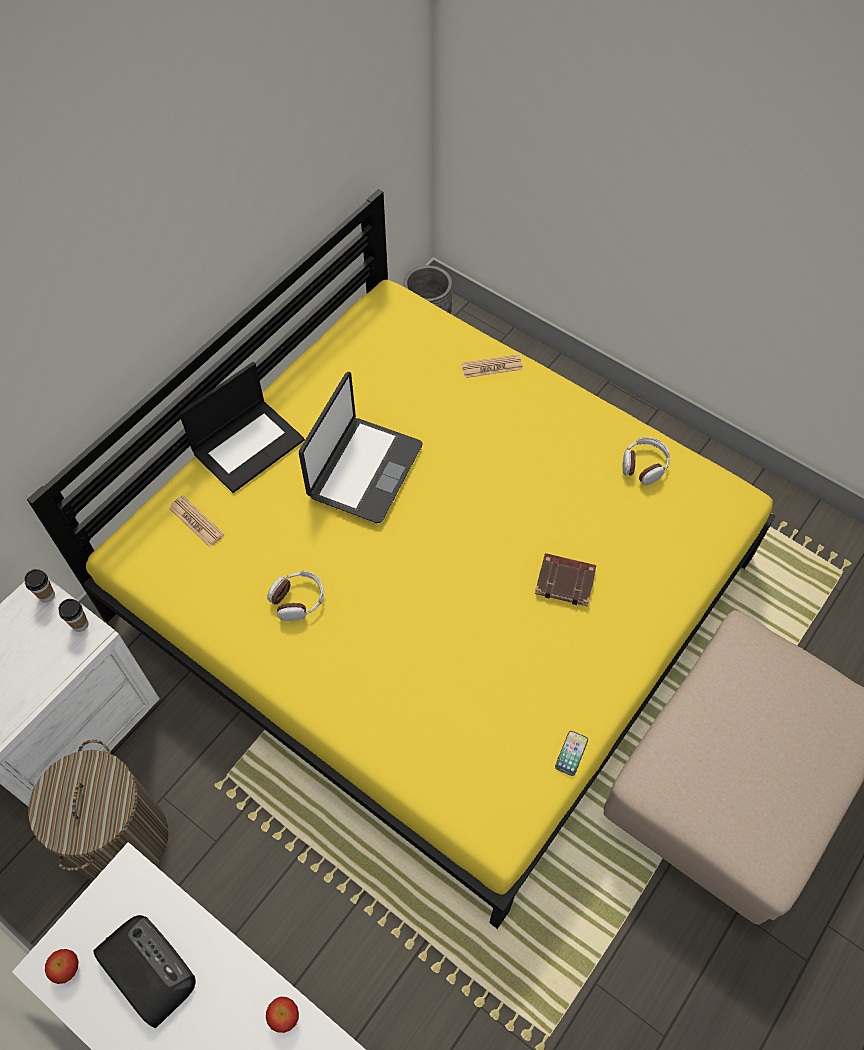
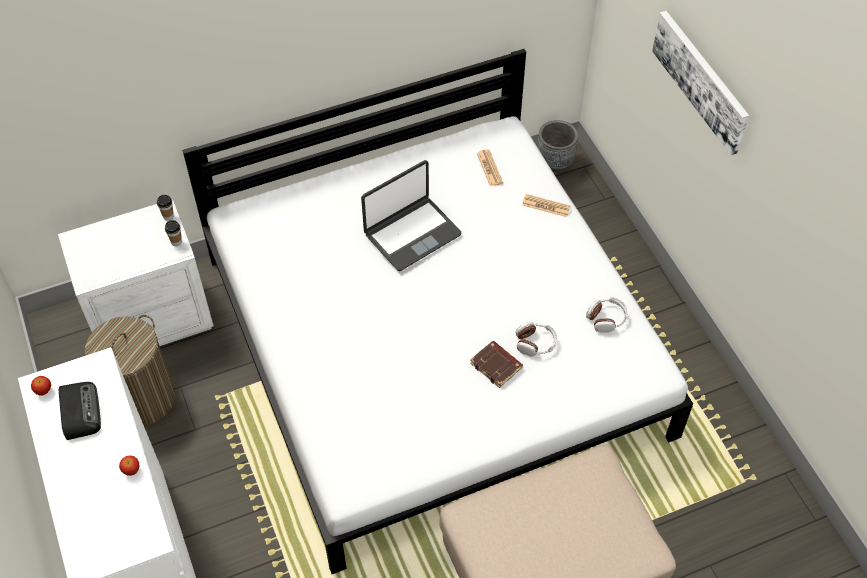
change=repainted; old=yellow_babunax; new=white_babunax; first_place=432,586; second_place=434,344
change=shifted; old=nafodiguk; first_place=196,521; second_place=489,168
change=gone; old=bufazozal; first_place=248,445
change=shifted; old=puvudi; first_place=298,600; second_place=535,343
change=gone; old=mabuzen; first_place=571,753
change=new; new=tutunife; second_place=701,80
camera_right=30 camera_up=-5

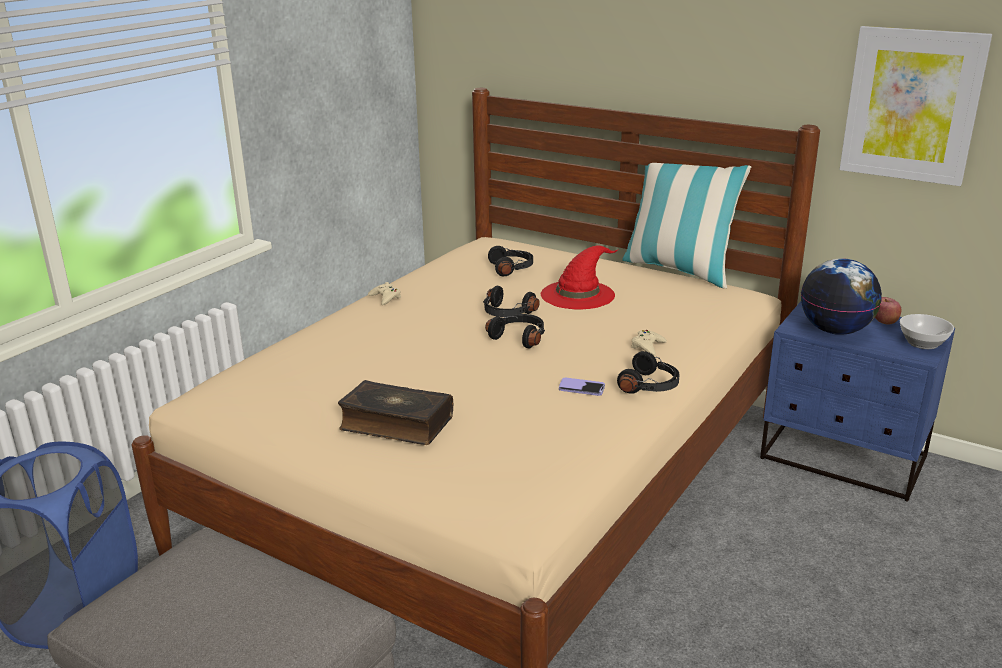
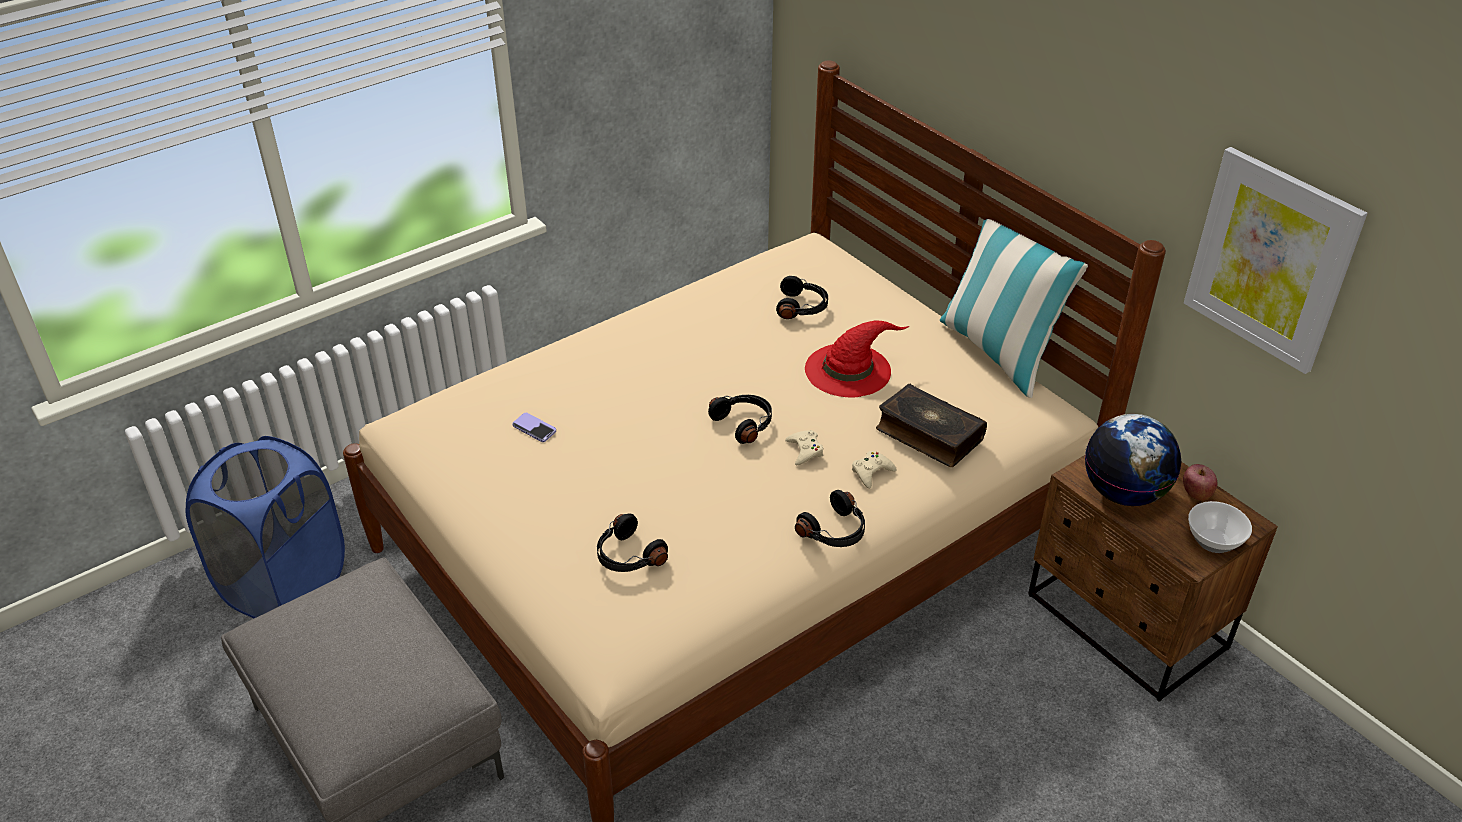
change=shifted; old=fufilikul; first_place=396,424; second_place=928,434
change=shifted; old=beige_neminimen; first_place=385,297; second_place=805,450
change=shifted; old=black_puvudi; first_place=506,313; second_place=628,556
change=shifted; old=mabuzen; first_place=581,388; second_place=534,428
change=repainted; old=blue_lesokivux; new=brown_lesokivux; first_place=843,459; second_place=1126,623
camera_right=20 camera_up=15

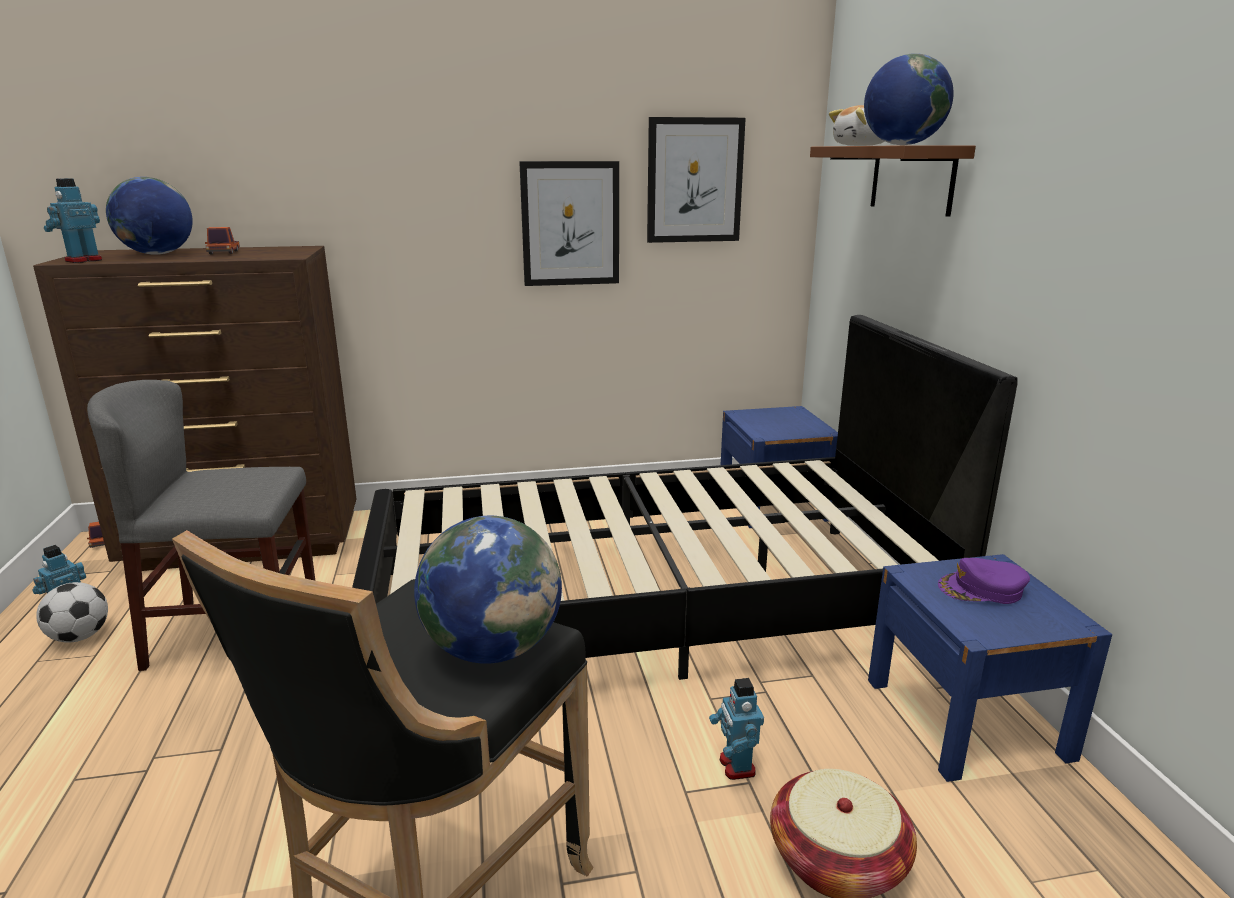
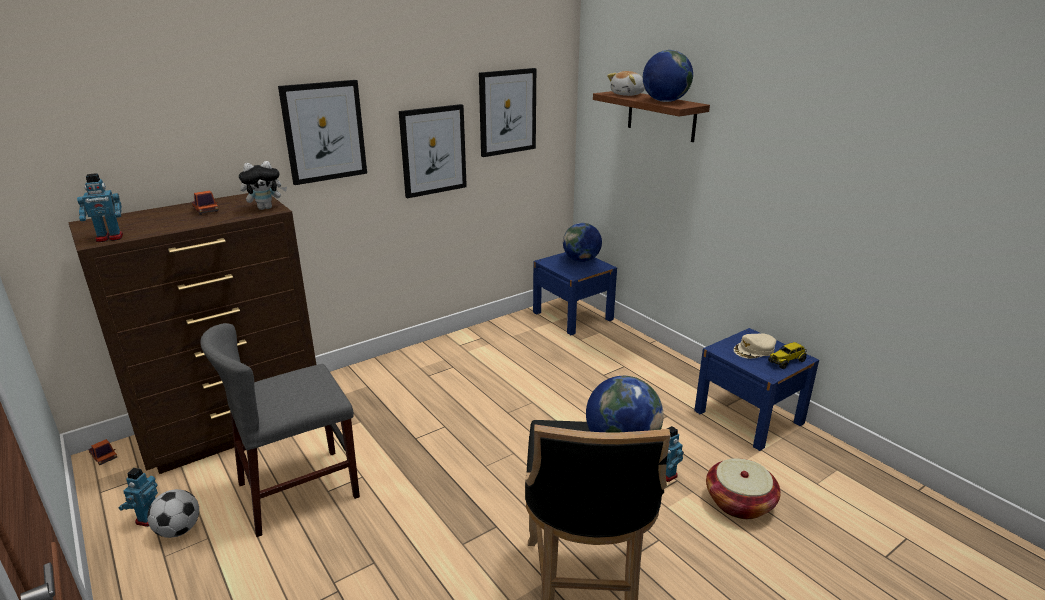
change=rotated; old=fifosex; first_place=83,260; second_place=109,238; degrees=-120
change=shifted; old=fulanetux; first_place=157,254; second_place=581,260
change=gone; old=black_babunax; first_place=650,607
change=repainted; old=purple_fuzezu; new=beige_fuzezu; first_place=982,589; second_place=754,350
change=new; new=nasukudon; second_place=266,208
change=new; new=tutunife; second_place=324,131
change=new; new=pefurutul; second_place=786,361
camera_right=-25 camera_up=5

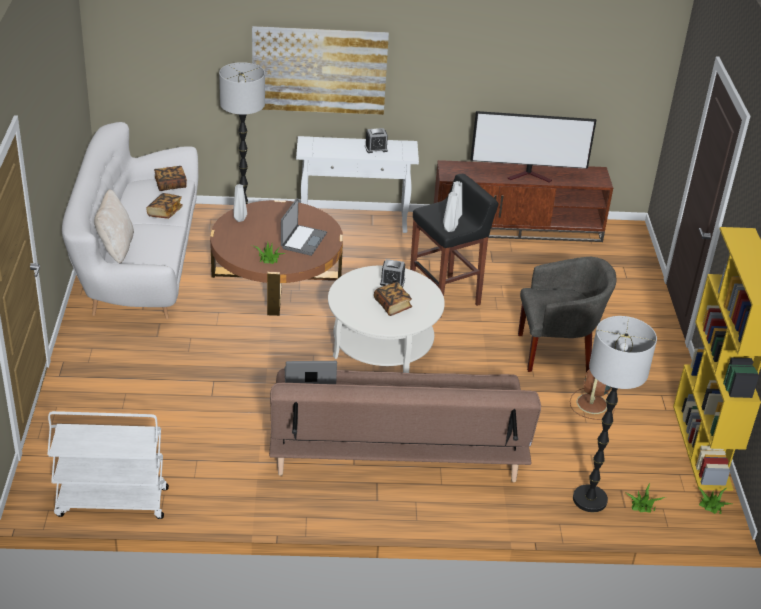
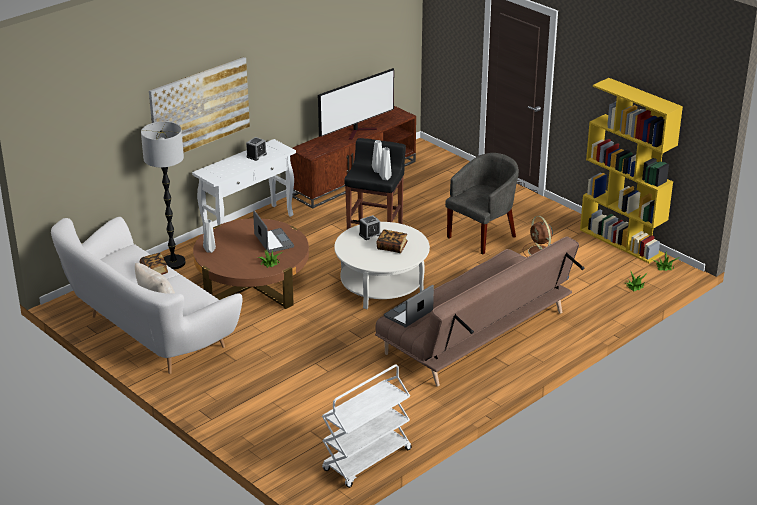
change=gone; old=fufilikul; first_place=170,185
change=gone; old=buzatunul; first_place=589,499
camera_right=-40 camera_up=-5

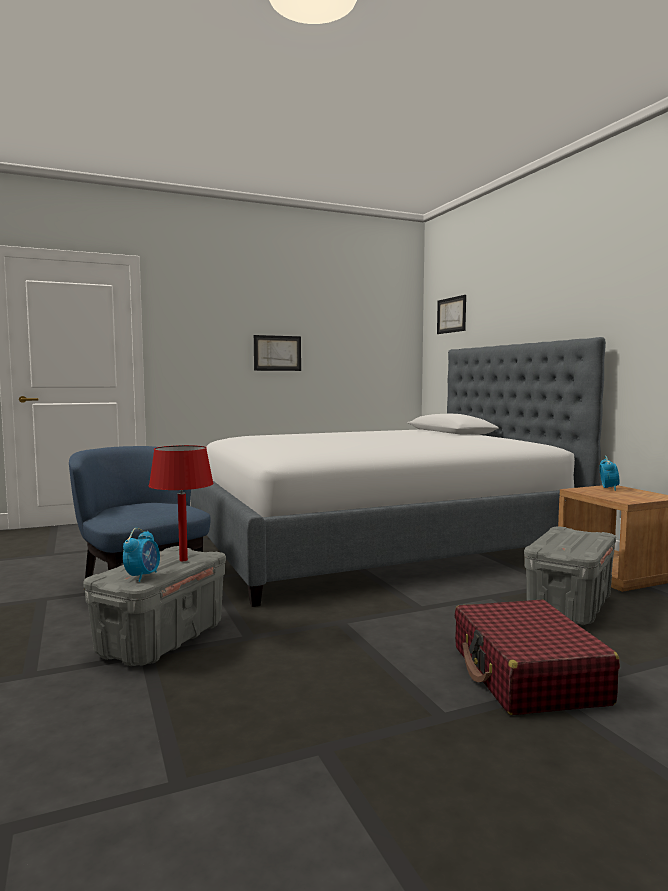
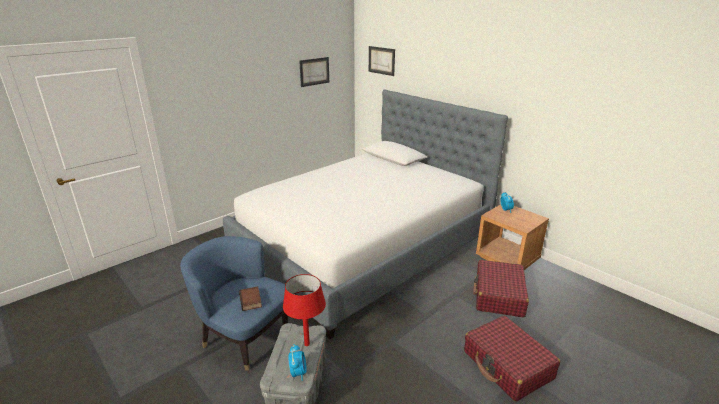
change=shifted; old=tutunife; first_place=277,353; second_place=314,71
change=swapped; old=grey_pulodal; new=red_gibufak; first_place=569,607; second_place=498,295
change=new; new=fufilikul; second_place=251,301
camera_right=-20 camera_up=20

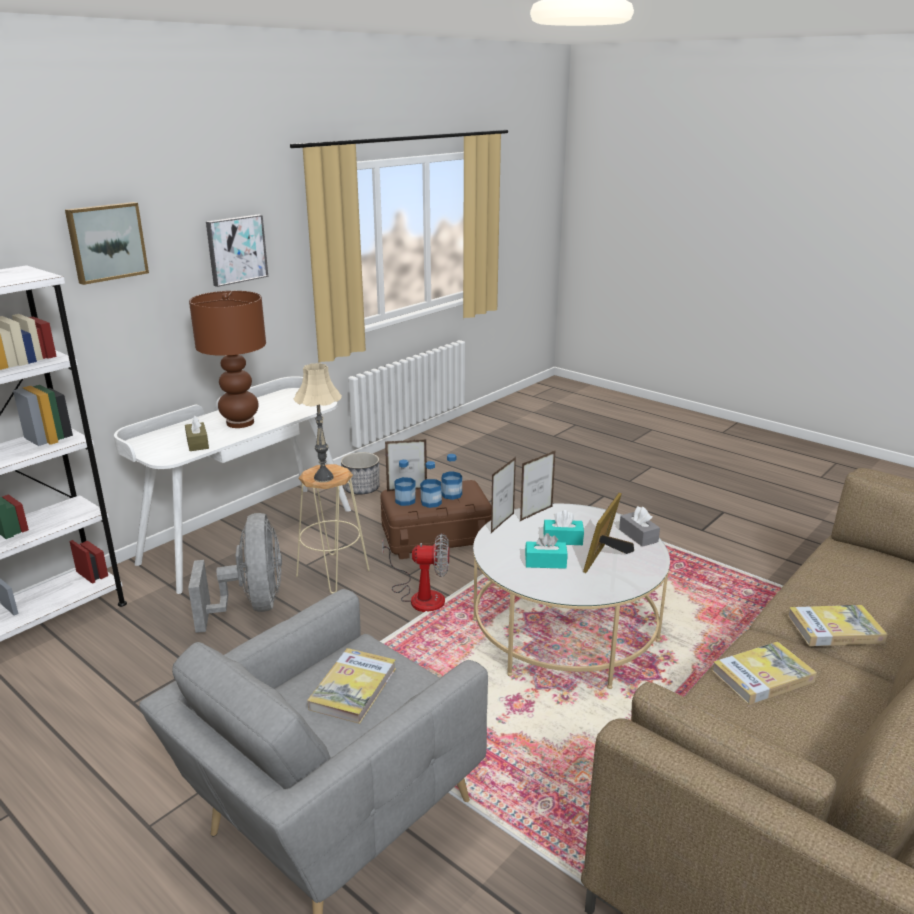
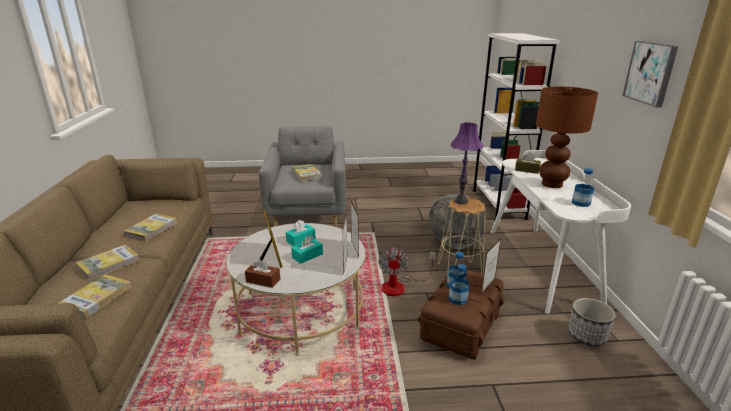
change=gone; old=tutunife; first_place=106,242
change=repainted; old=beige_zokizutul; new=purple_zokizutul; first_place=323,478; second_place=461,201
change=rotated; old=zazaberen; first_place=420,596; second_place=400,286; degrees=-45
change=shifted; old=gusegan; first_place=405,500; second_place=581,203
change=repainted; old=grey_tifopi; new=brown_tifopi; first_place=638,535; second_place=263,280
change=new; new=fufilikul; second_place=96,298
camera_right=135 camera_up=0

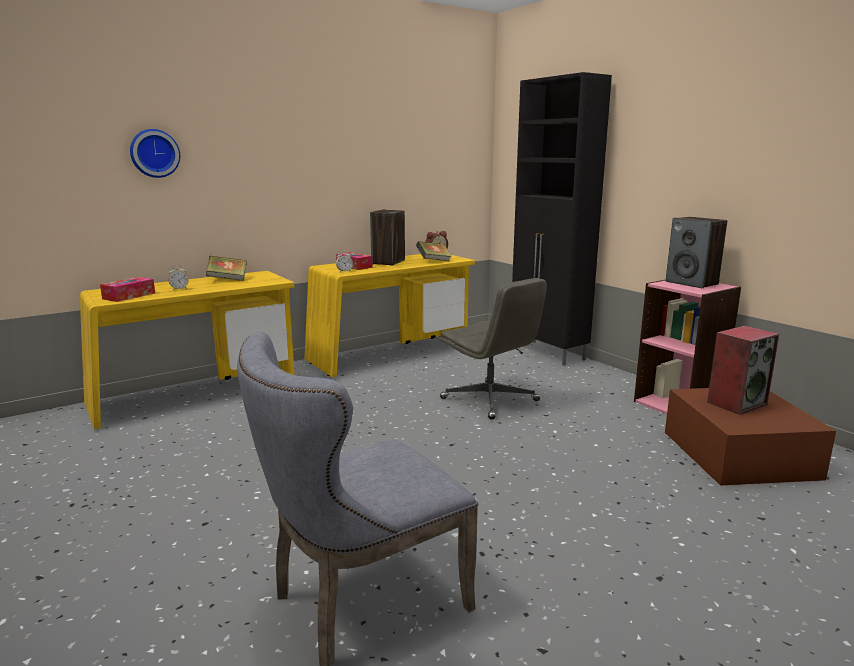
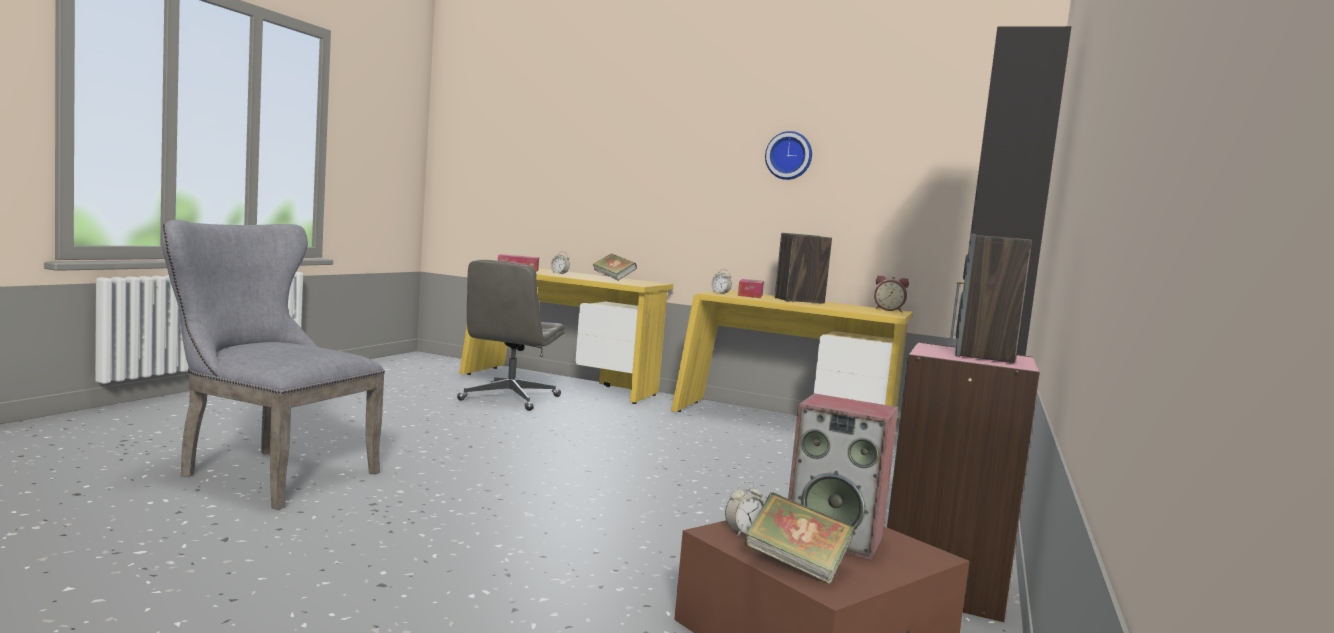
change=shifted; old=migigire; first_place=154,153; second_place=789,156
change=shifted; old=fufilikul; first_place=434,261; second_place=796,565
change=shifted; old=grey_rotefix; first_place=490,400; second_place=510,398
change=new; new=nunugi; second_place=744,532
camera_right=55 camera_up=-10

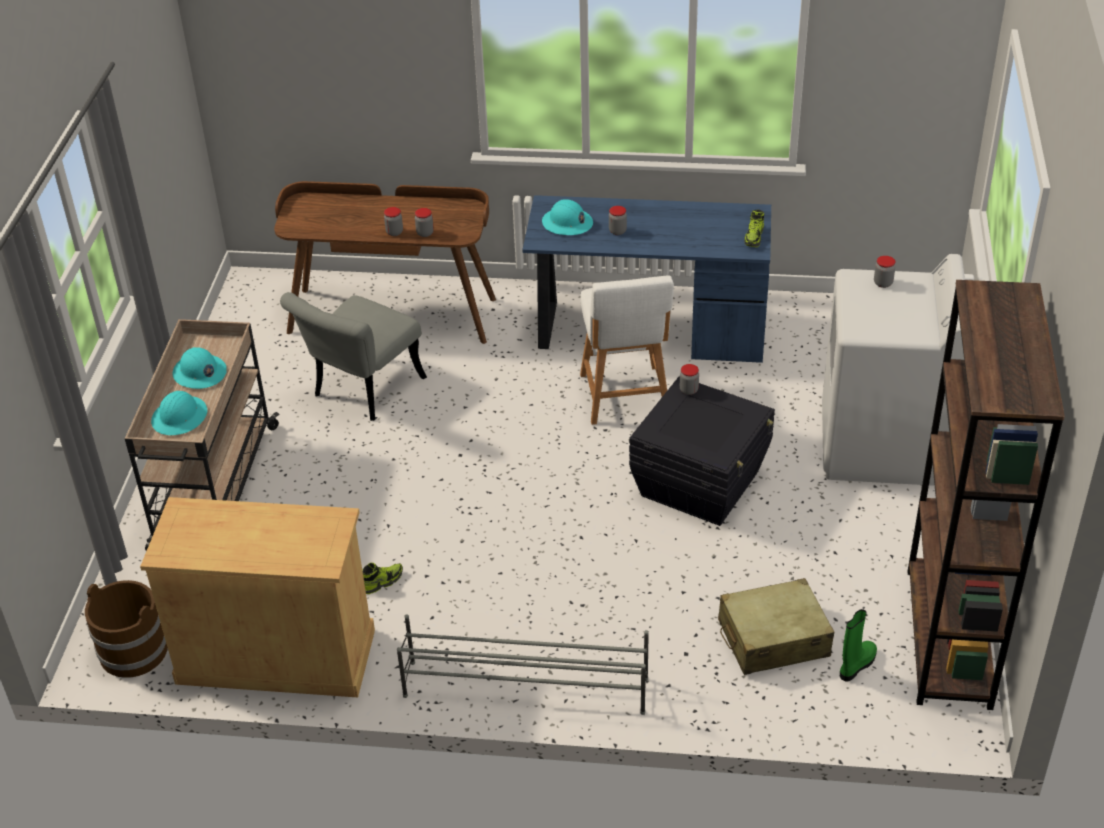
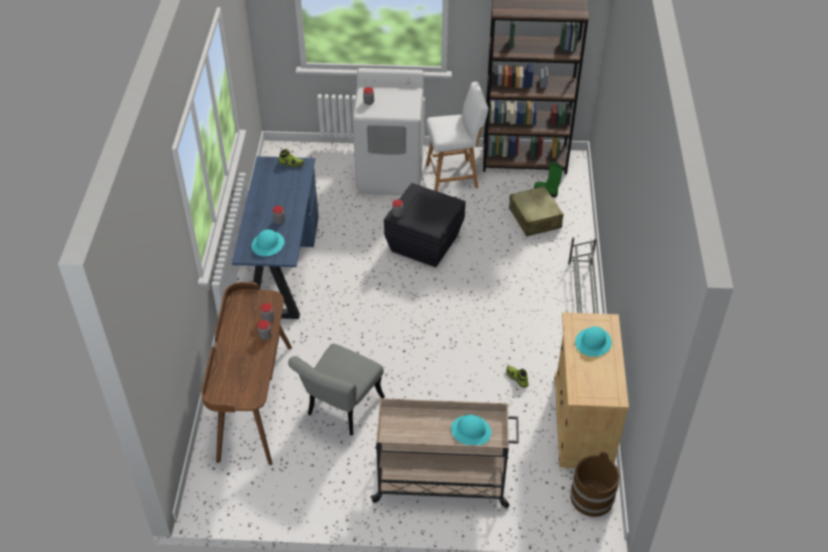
change=shifted; old=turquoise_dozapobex; first_place=199,373; second_place=593,343
change=rotated; old=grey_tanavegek; first_place=361,391; second_place=340,409; degrees=90
change=shifted; old=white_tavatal; first_place=625,398; second_place=454,176
camera_right=-95 camera_up=5

